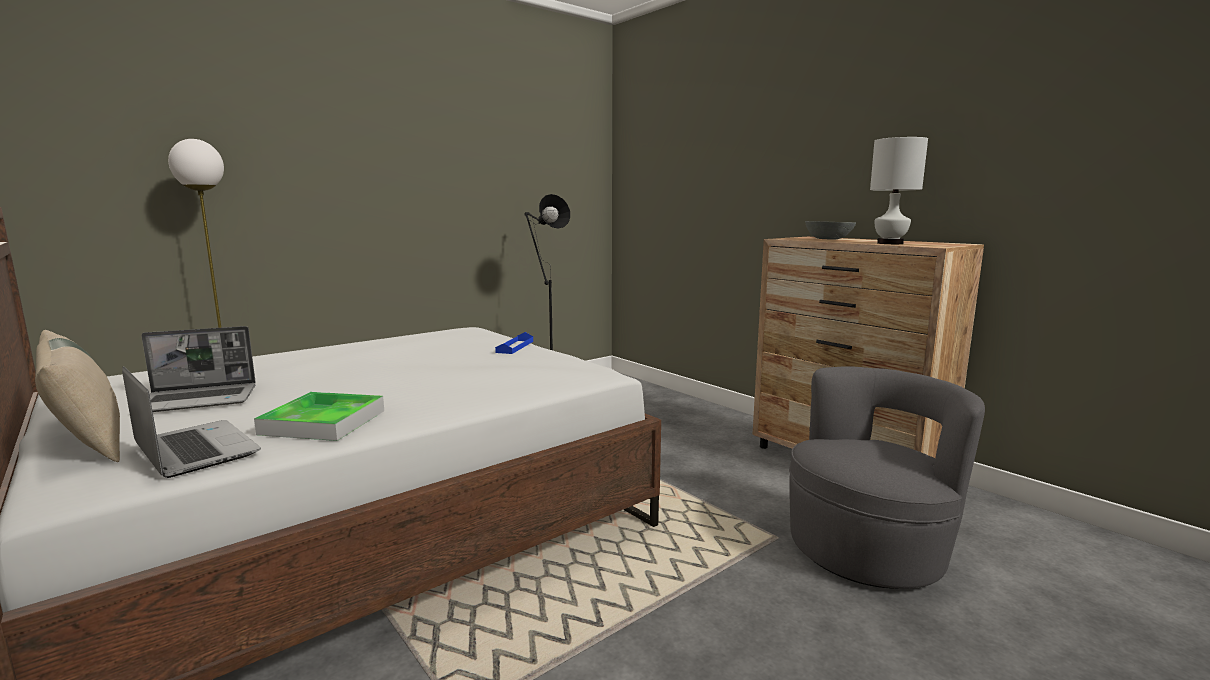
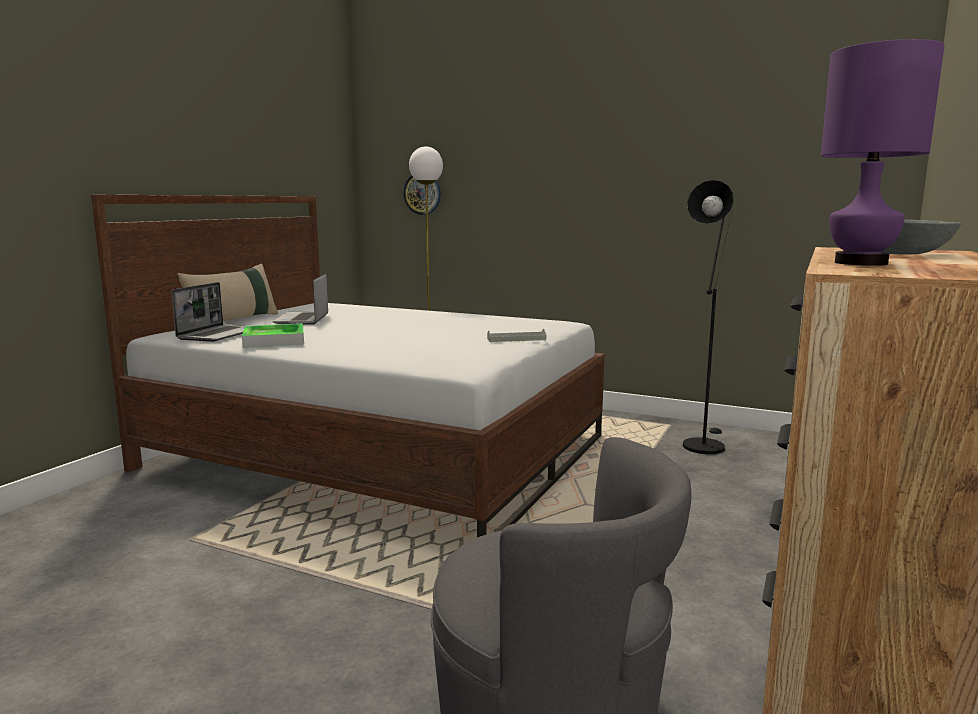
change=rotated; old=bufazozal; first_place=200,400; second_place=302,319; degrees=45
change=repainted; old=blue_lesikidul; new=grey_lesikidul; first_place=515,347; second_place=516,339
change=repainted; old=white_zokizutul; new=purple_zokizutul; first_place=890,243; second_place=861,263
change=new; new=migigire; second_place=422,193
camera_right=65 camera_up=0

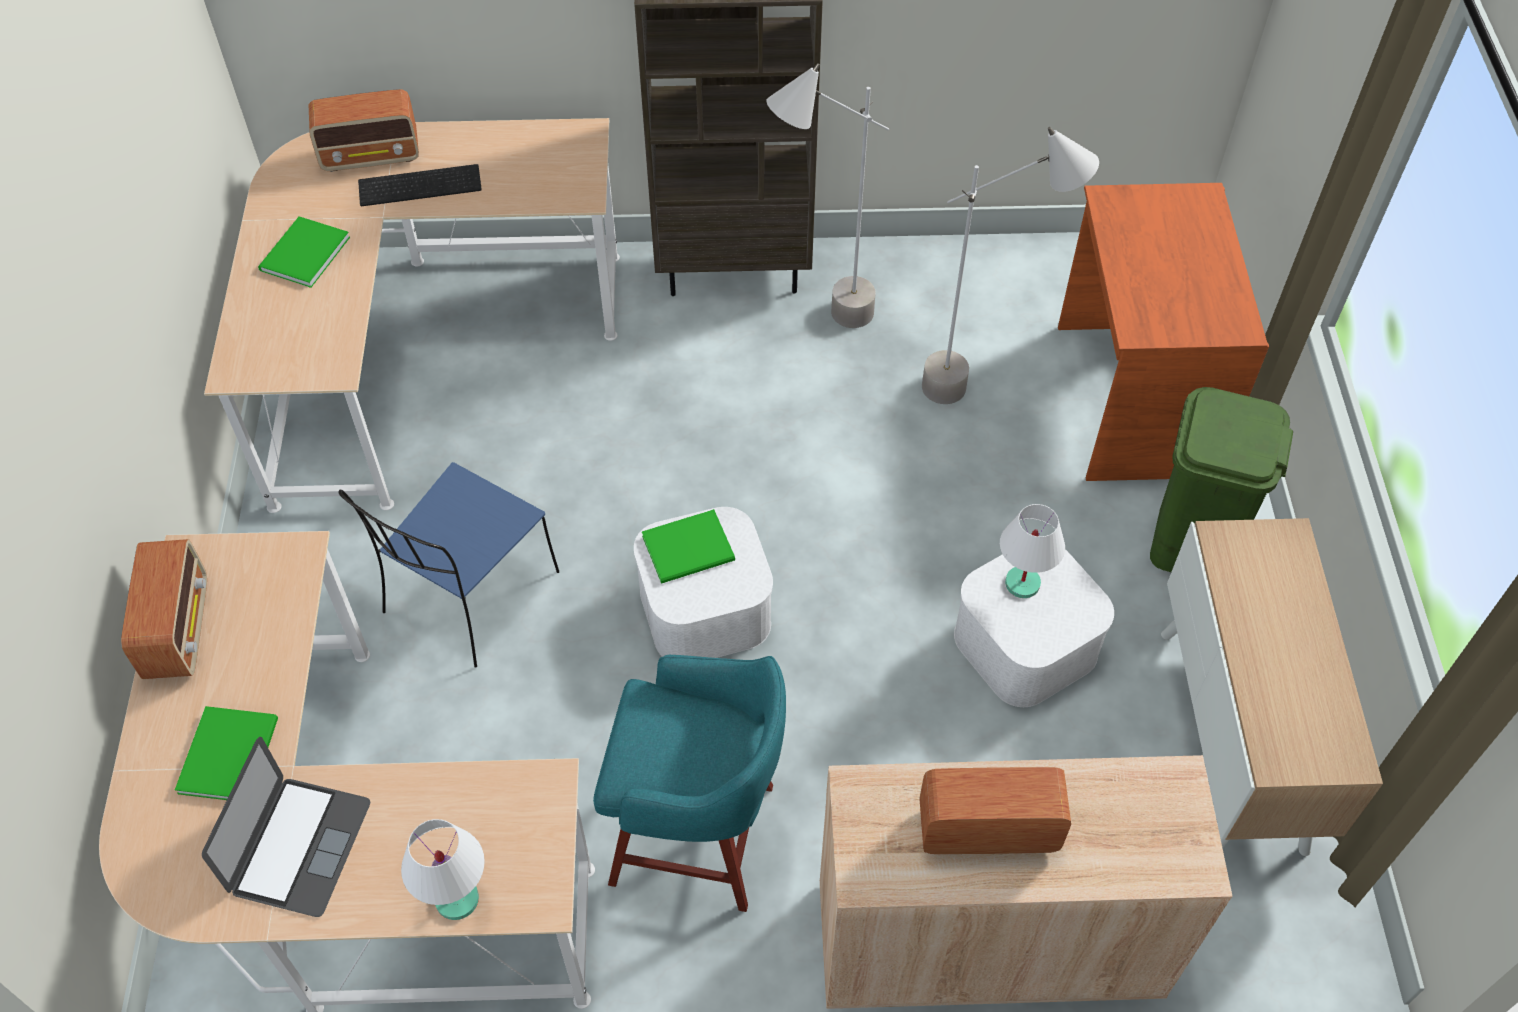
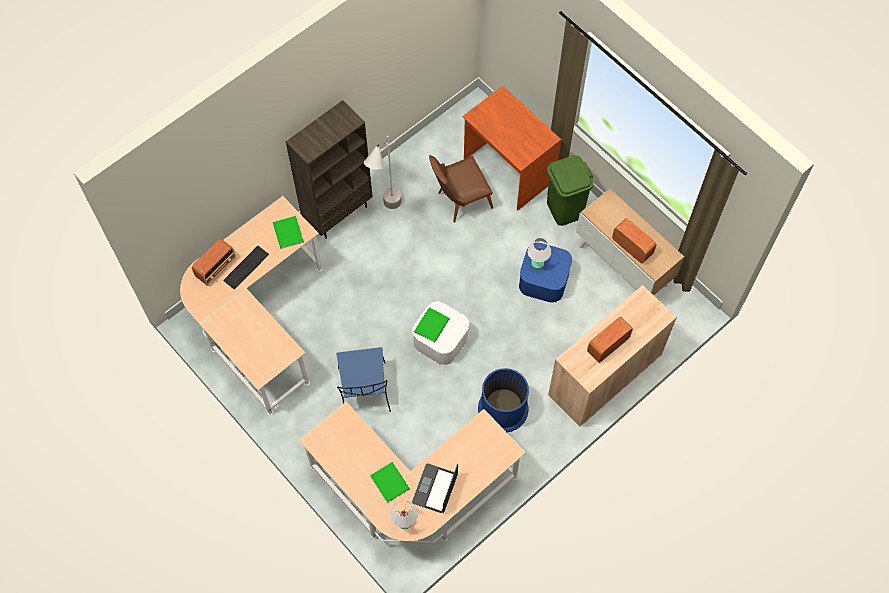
change=shifted; old=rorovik; first_place=178,628; second_place=631,246
change=rotated; old=bufazozal; first_place=300,846; second_place=435,488; degrees=-135
change=shifted; old=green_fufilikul; first_place=302,255; second_place=287,234
change=shifted; old=white_zokizutul; first_place=456,899; second_place=404,522
change=swapped; old=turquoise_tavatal; new=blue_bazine; first_place=698,836; second_place=503,408
change=swapped; old=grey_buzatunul; new=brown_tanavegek; first_place=981,391; second_place=459,201
change=repainted; old=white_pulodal; new=blue_pulodal; first_place=1025,643; second_place=543,279
camera_right=-40 camera_up=10

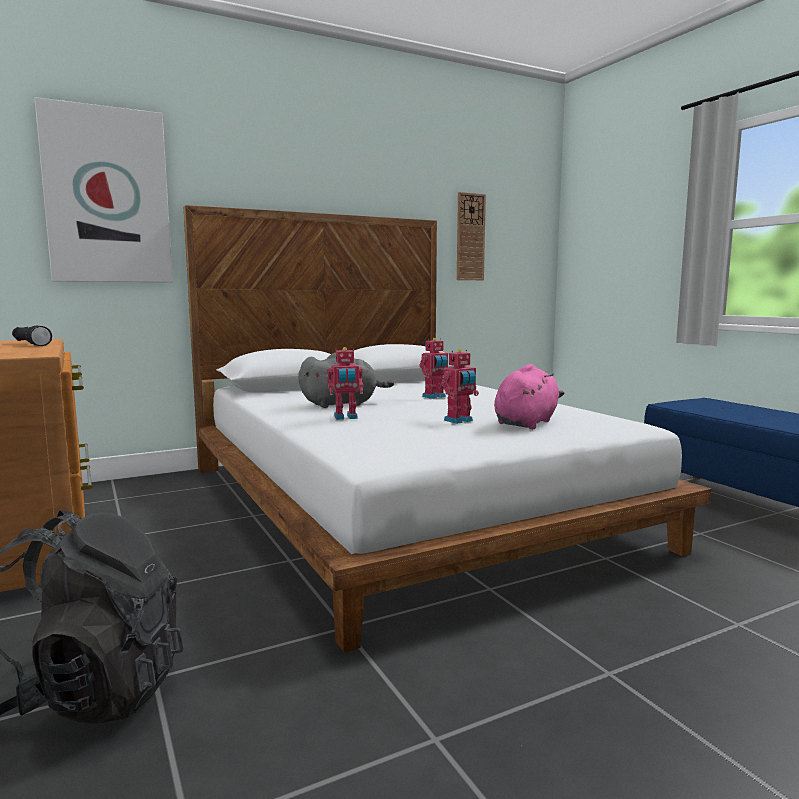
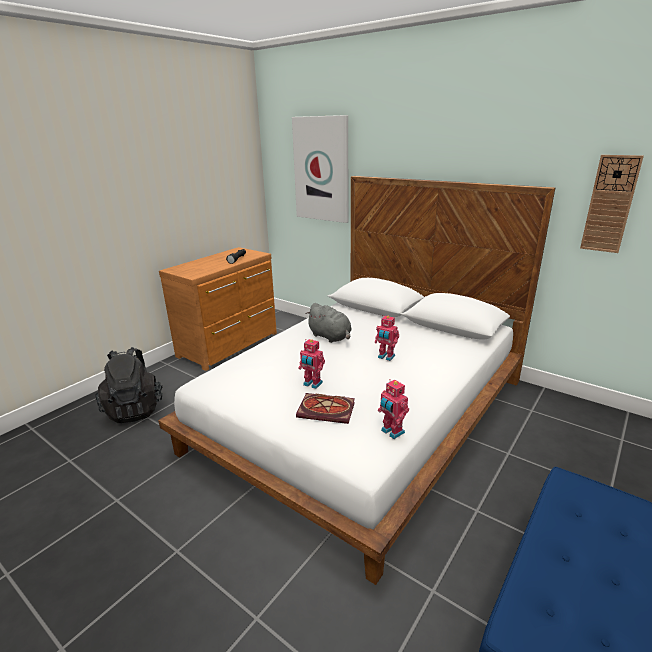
change=shifted; old=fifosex; first_place=346,417; second_place=391,432
change=swapped; old=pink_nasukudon; new=fufilikul; first_place=527,423; second_place=327,410
camera_right=65 camera_up=15

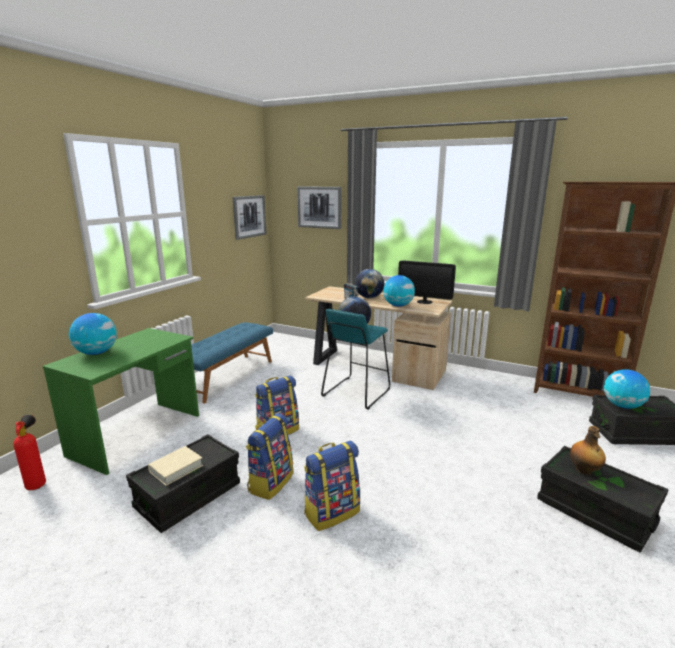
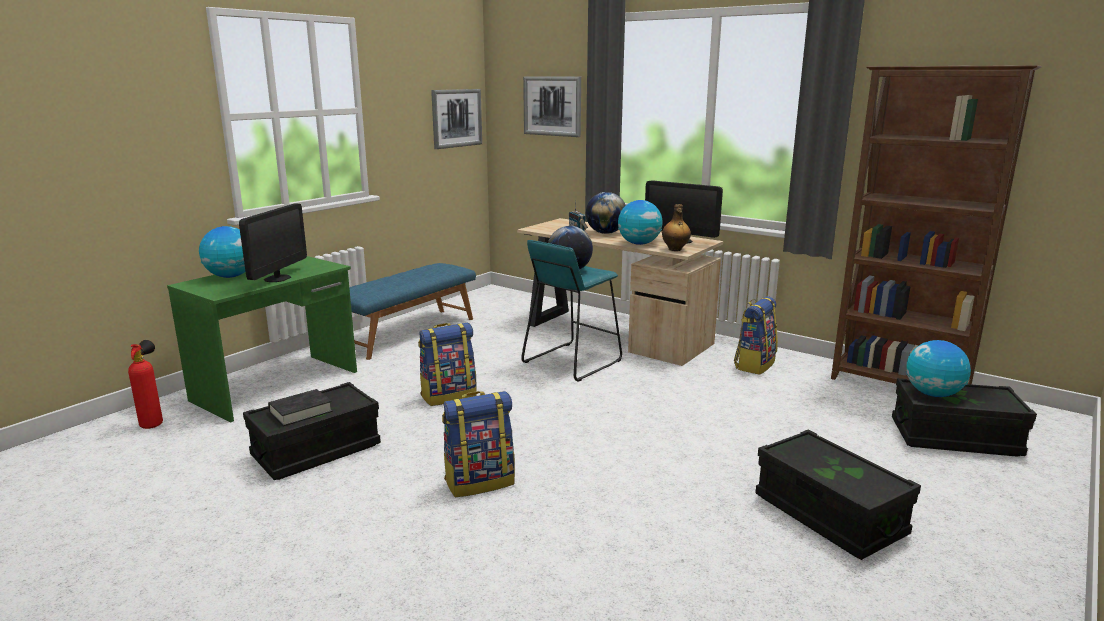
change=repainted; old=beige_fufilikul; new=black_fufilikul; first_place=176,468; second_place=300,412
change=shifted; old=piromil; first_place=270,482; second_place=754,364
change=shifted; old=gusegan; first_place=584,470; second_place=675,249
change=new; new=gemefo; second_place=277,278
camera_right=10 camera_up=0

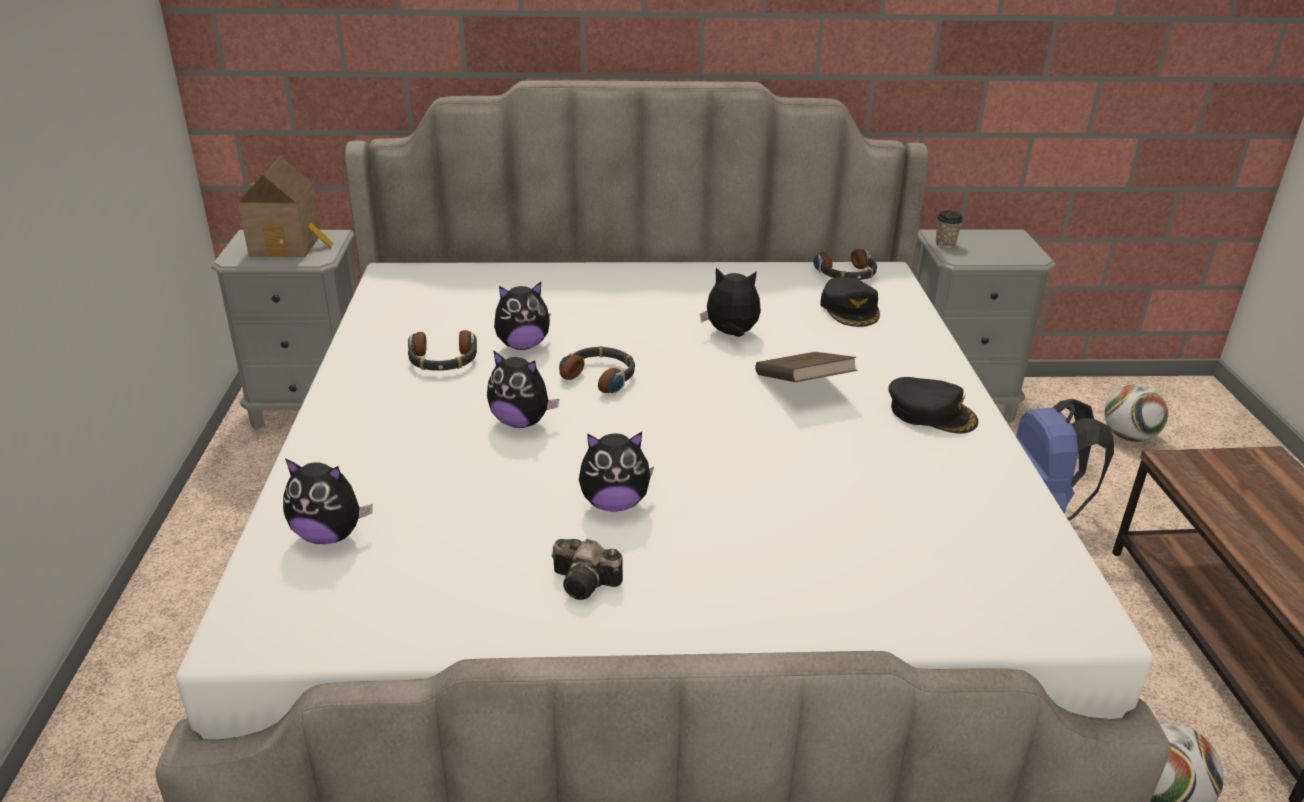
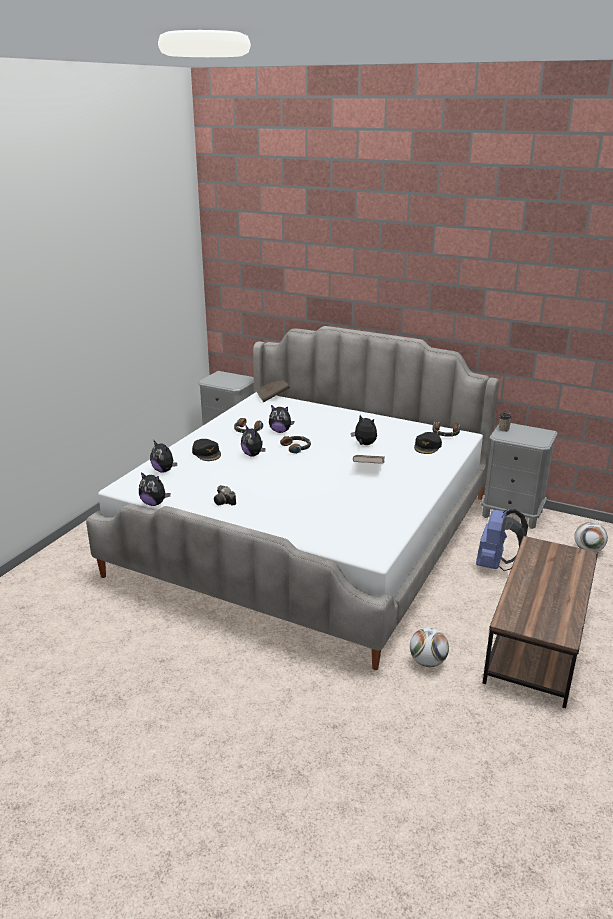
change=gone; old=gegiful; first_place=289,245
change=shifted; old=nasukudon; first_place=614,503; second_place=154,503
change=shifted; old=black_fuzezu; first_place=931,413; second_place=207,453
change=new; new=brown_fufilikul; second_place=272,397
camera_right=30 camera_up=-5

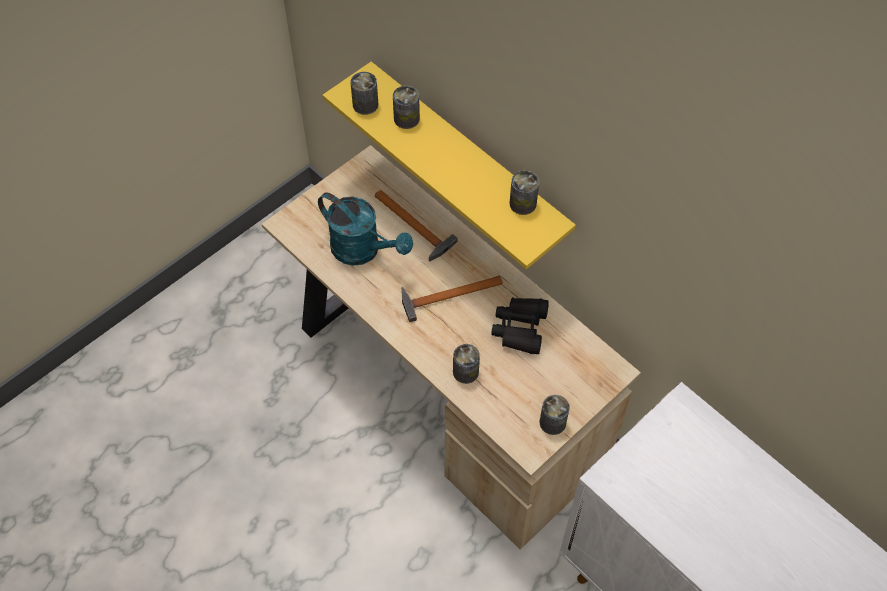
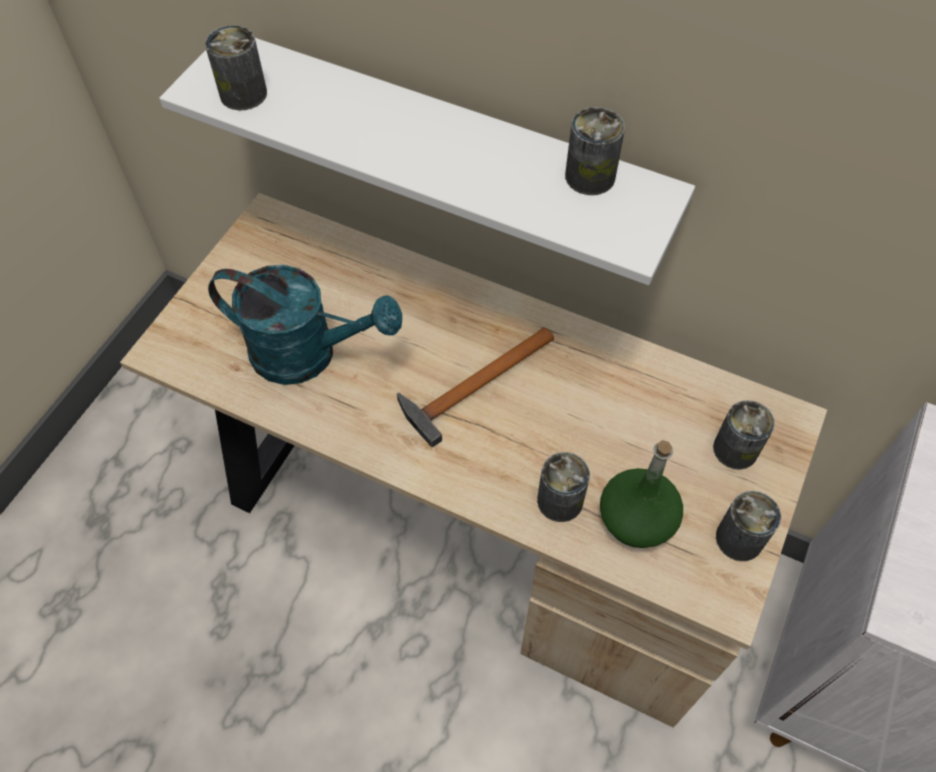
change=repainted; old=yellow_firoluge; new=white_firoluge; first_place=467,160; second_place=447,147
change=gone; old=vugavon; first_place=414,227
change=shifted; old=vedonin; first_place=406,119; second_place=735,449
change=gone; old=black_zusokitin; first_place=520,328
change=new; new=green_gusegan; second_place=637,519
camera_right=-20 camera_up=0

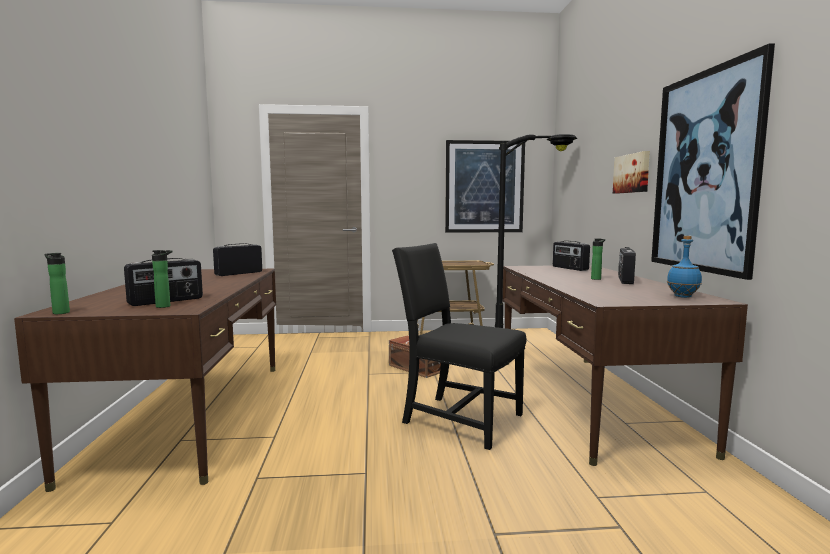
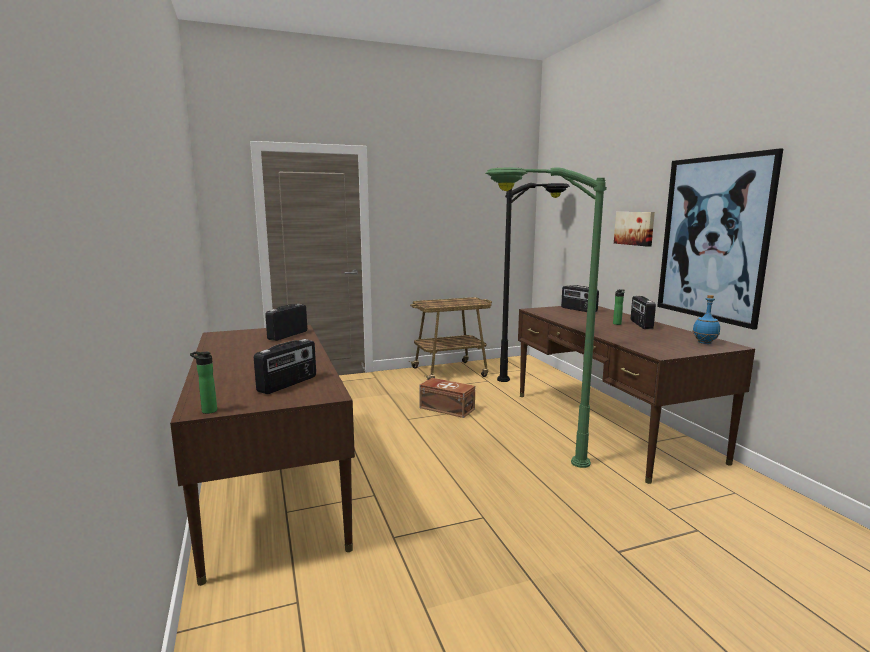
change=gone; old=gusegan; first_place=165,306
change=swapped; old=black_tanavegek; new=green_buzatunul; first_place=458,419; second_place=520,455
change=gone; old=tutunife; first_place=484,187
camera_right=-15 camera_up=5

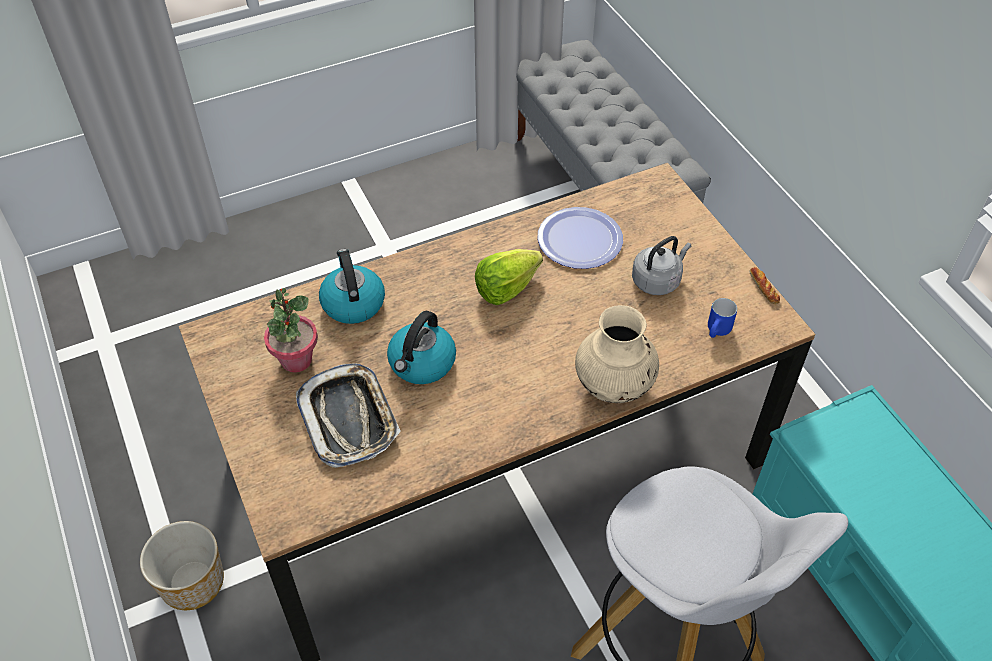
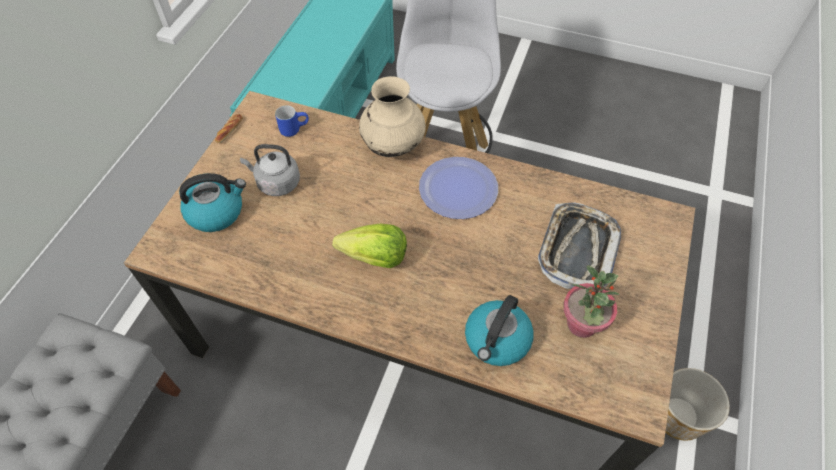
change=shifted; old=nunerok; first_place=422,364; second_place=216,212
change=shifted; old=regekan; first_place=579,239; second_place=458,189
camera_right=-135 camera_up=5

